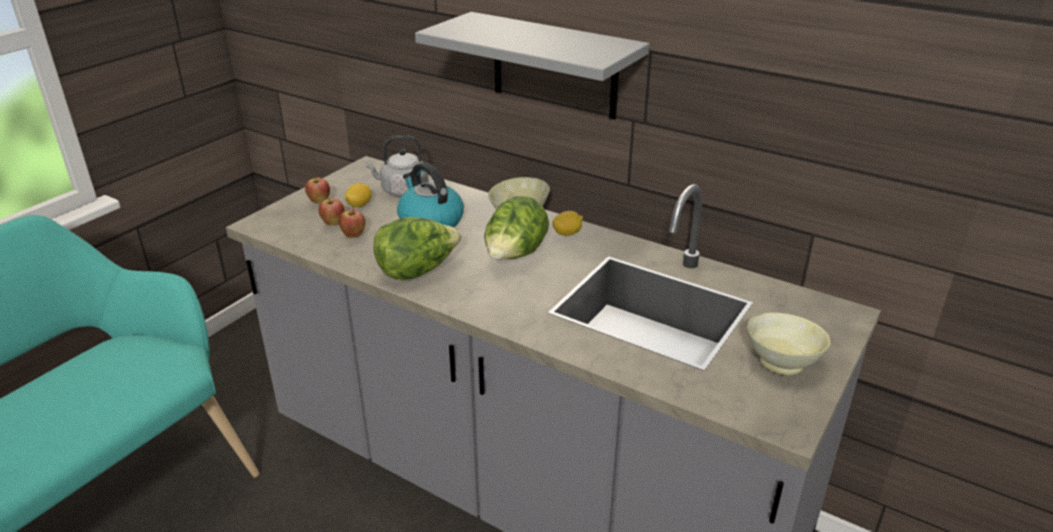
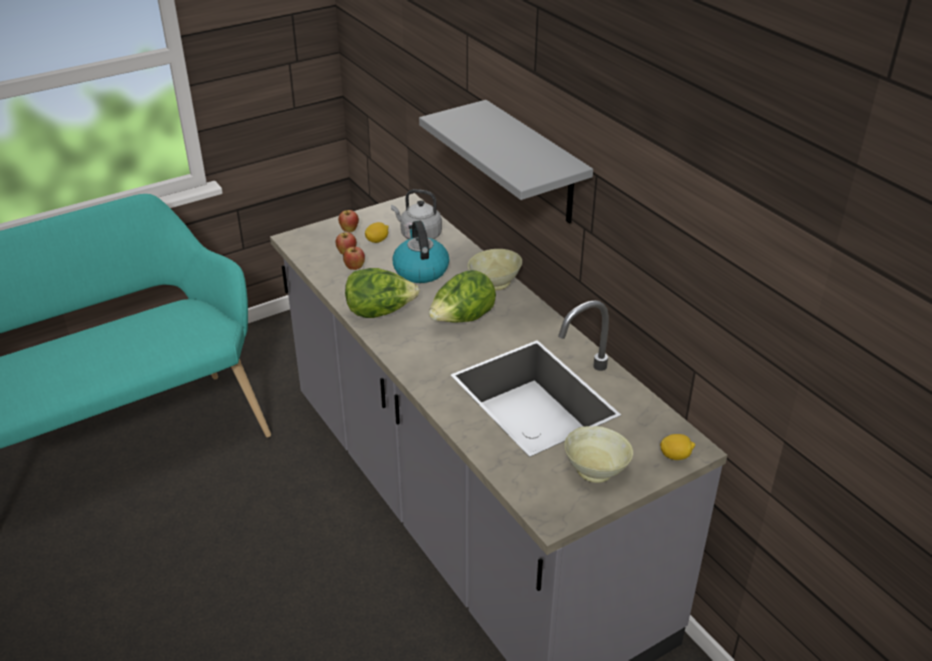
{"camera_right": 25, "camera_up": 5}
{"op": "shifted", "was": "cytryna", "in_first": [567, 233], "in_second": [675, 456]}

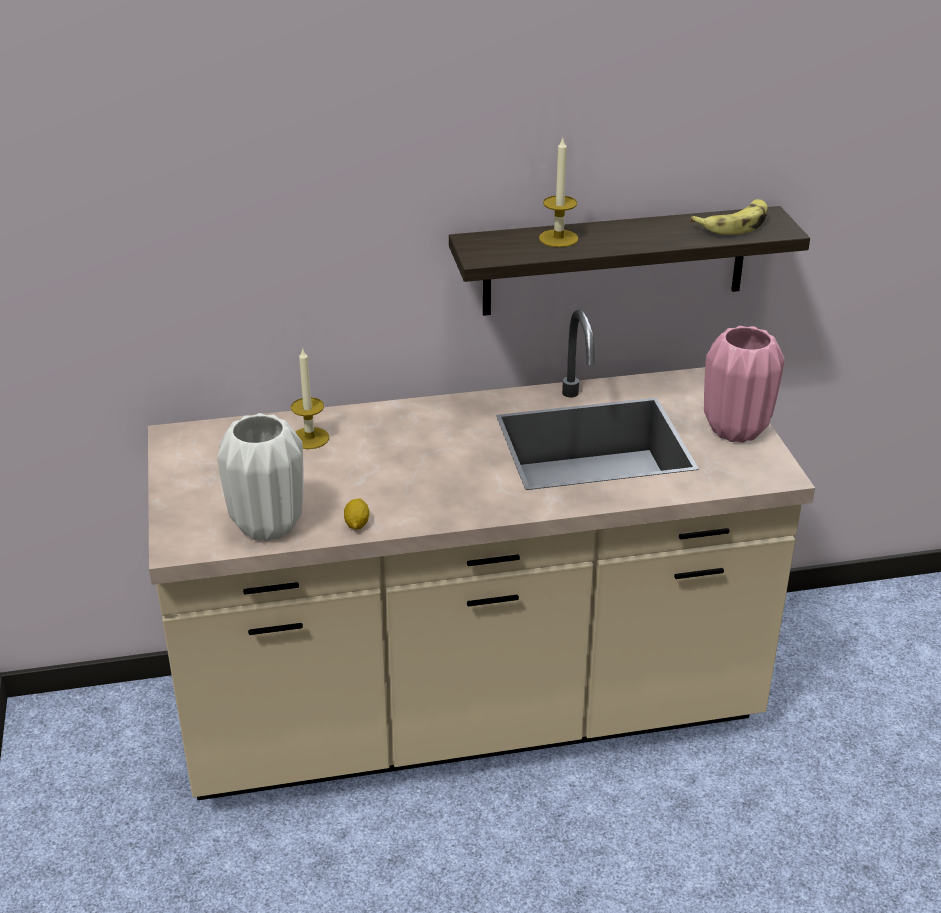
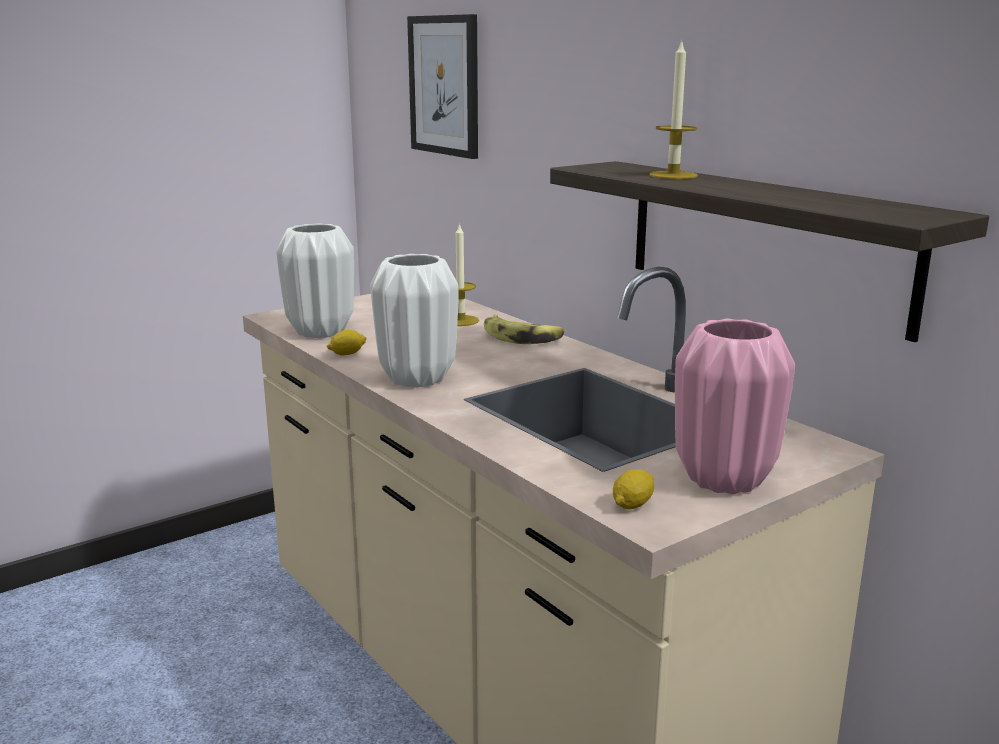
{"camera_right": 65, "camera_up": -15}
{"op": "shifted", "was": "banan", "in_first": [734, 224], "in_second": [522, 337]}
{"op": "new", "now": "obraz", "in_second": [444, 85]}
{"op": "new", "now": "wazon (biały)", "in_second": [417, 379]}
{"op": "new", "now": "cytryna", "in_second": [632, 504]}

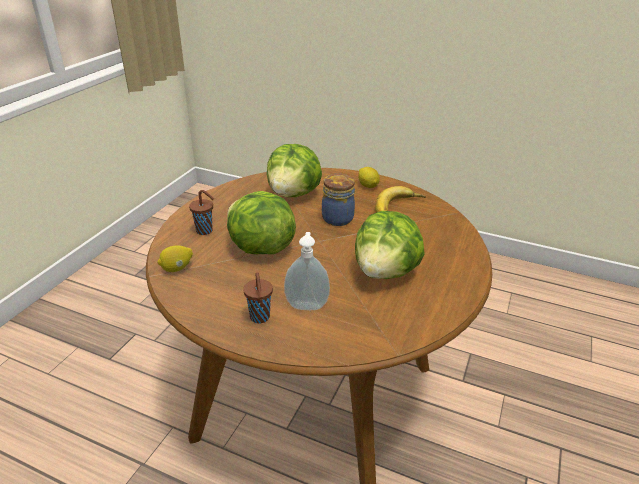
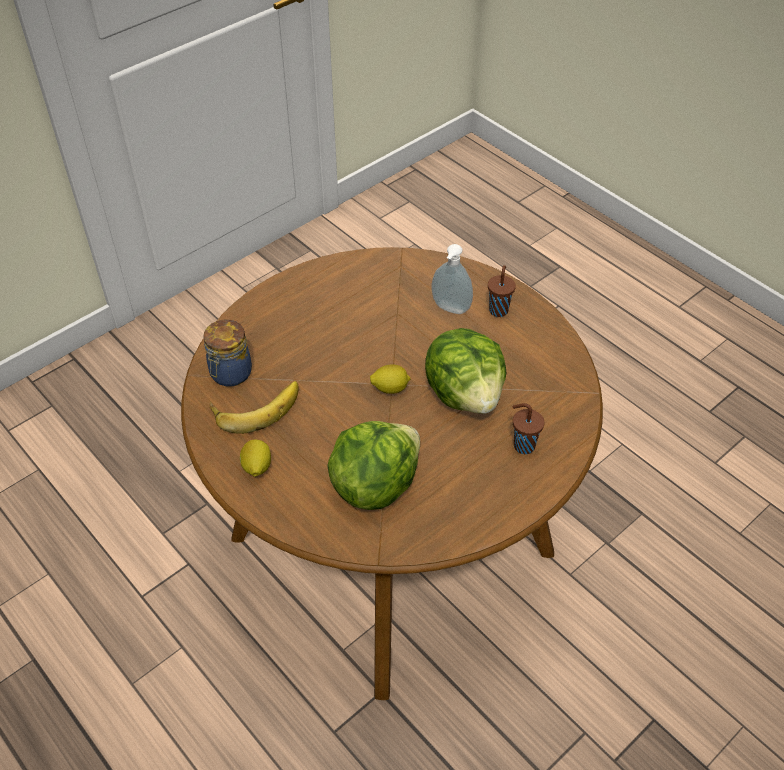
{"camera_right": -155, "camera_up": 15}
{"op": "shifted", "was": "słoik", "in_first": [337, 218], "in_second": [230, 374]}
{"op": "gone", "was": "sałata", "in_first": [386, 272]}
{"op": "shifted", "was": "cytryna", "in_first": [177, 268], "in_second": [390, 388]}

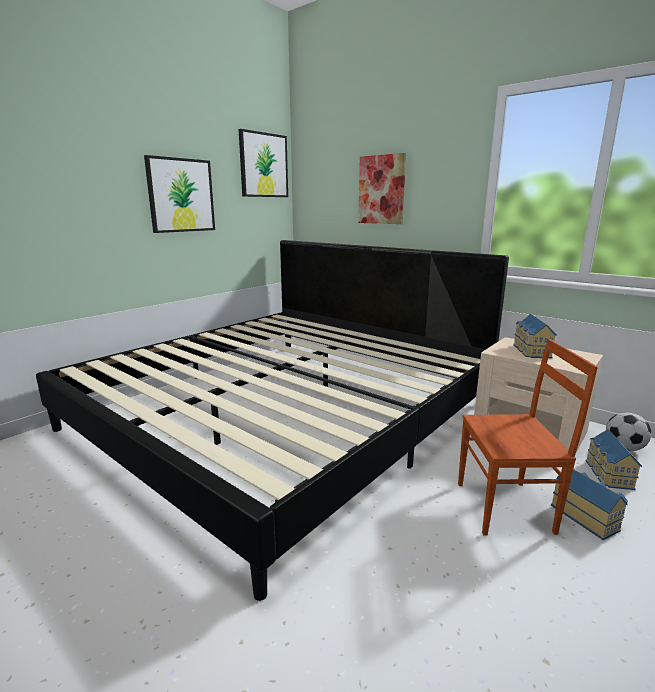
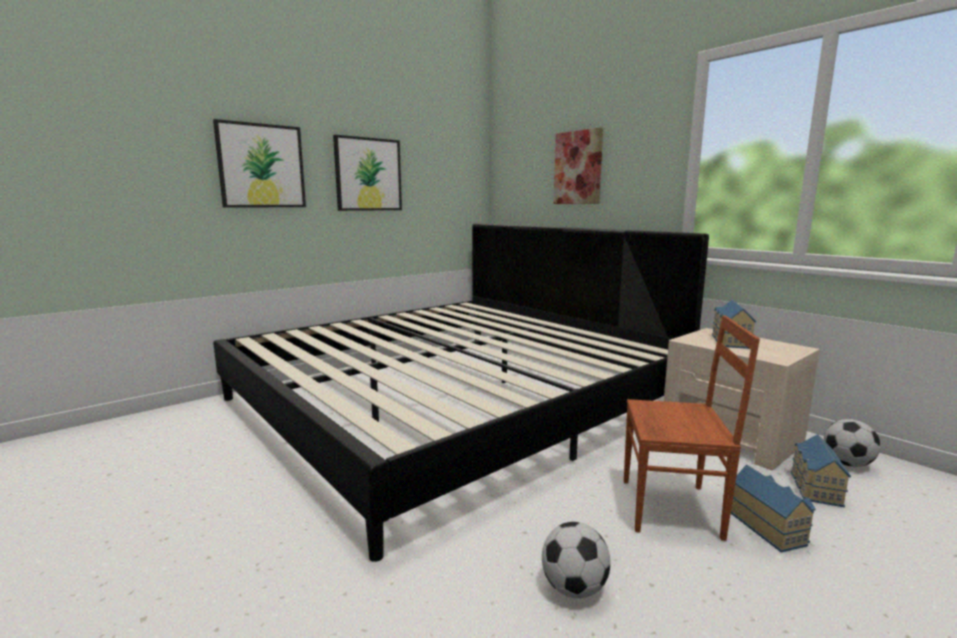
{"camera_right": 10, "camera_up": -5}
{"op": "shifted", "was": "obraz", "in_first": [263, 165], "in_second": [261, 166]}
{"op": "new", "now": "piłka futbolowa", "in_second": [574, 589]}

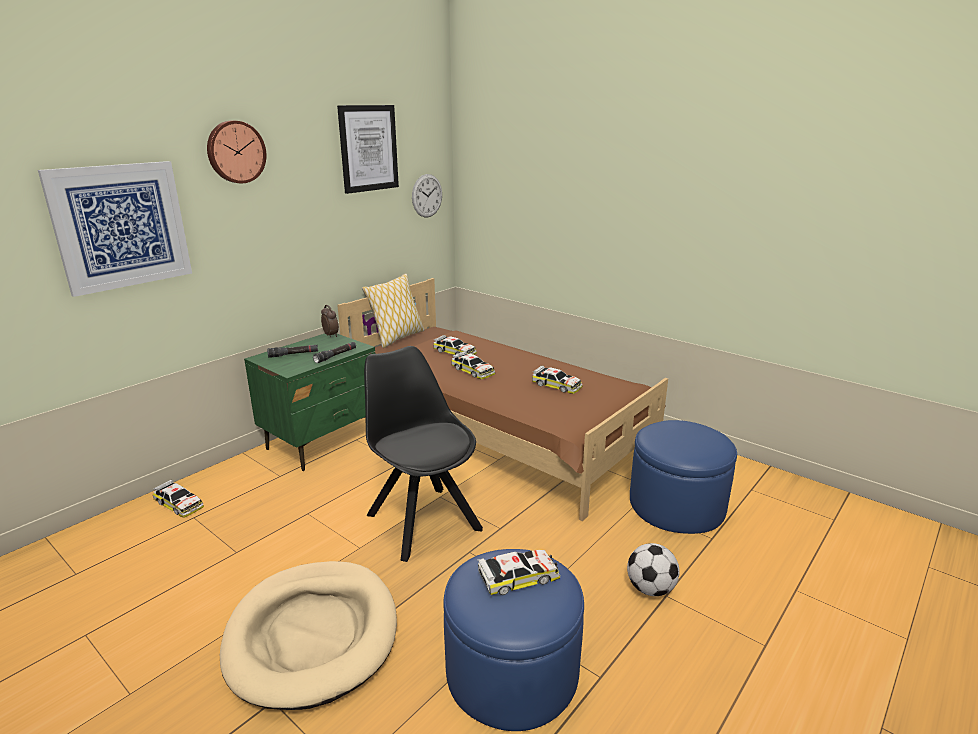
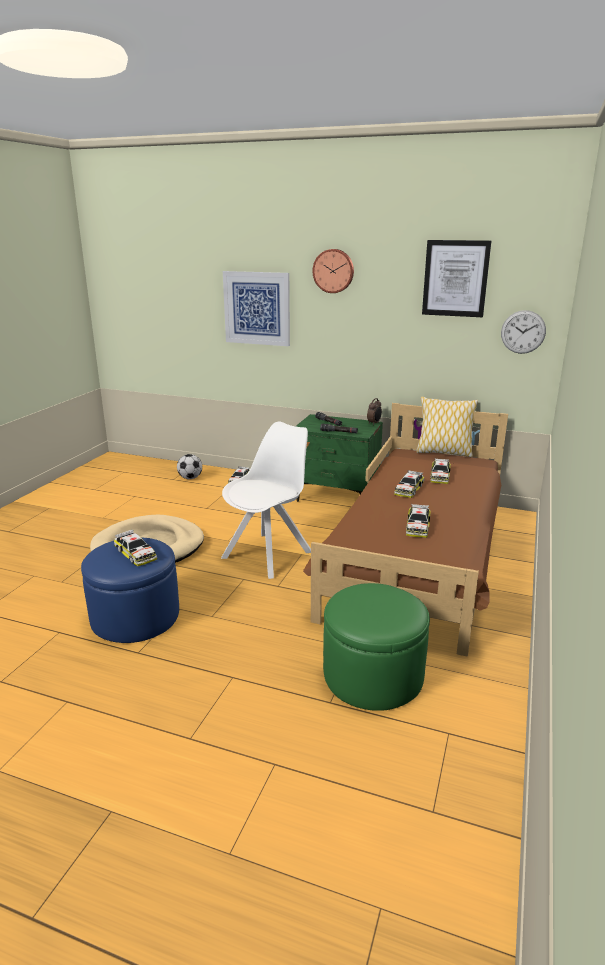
{"camera_right": 70, "camera_up": 0}
{"op": "repainted", "was": "krzesło (czarny)", "now": "krzesło (biały)", "in_first": [422, 520], "in_second": [269, 554]}
{"op": "repainted", "was": "pufa (niebieski)", "now": "pufa (zielony)", "in_first": [676, 505], "in_second": [373, 675]}
{"op": "shifted", "was": "piłka futbolowa", "in_first": [650, 589], "in_second": [190, 478]}

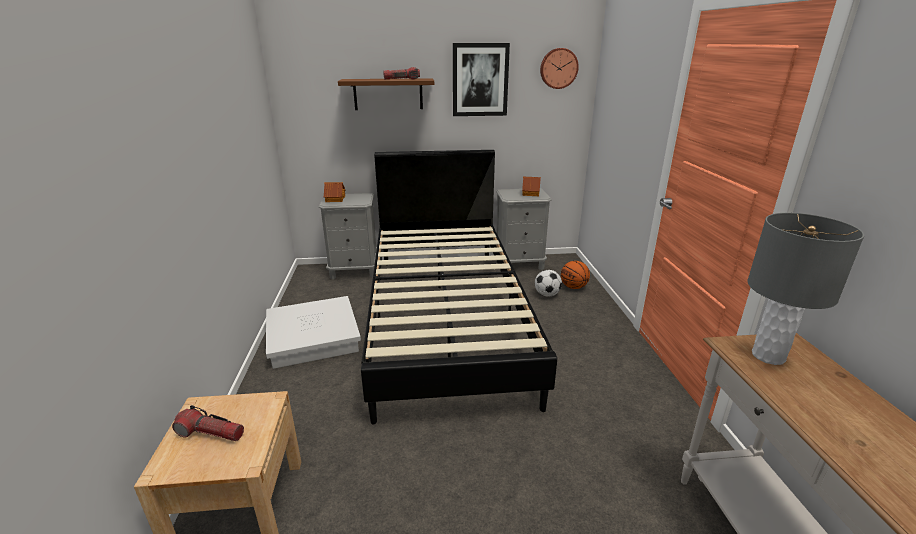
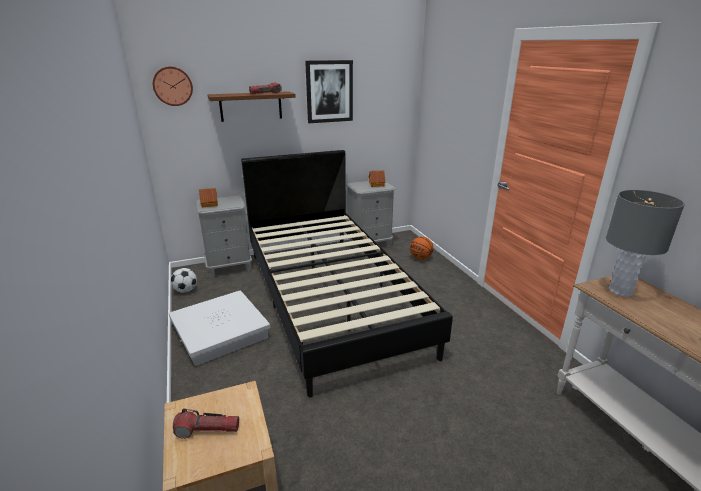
{"camera_right": -15, "camera_up": 0}
{"op": "shifted", "was": "zegar ścienny", "in_first": [558, 68], "in_second": [173, 86]}
{"op": "shifted", "was": "piłka futbolowa", "in_first": [547, 294], "in_second": [185, 290]}

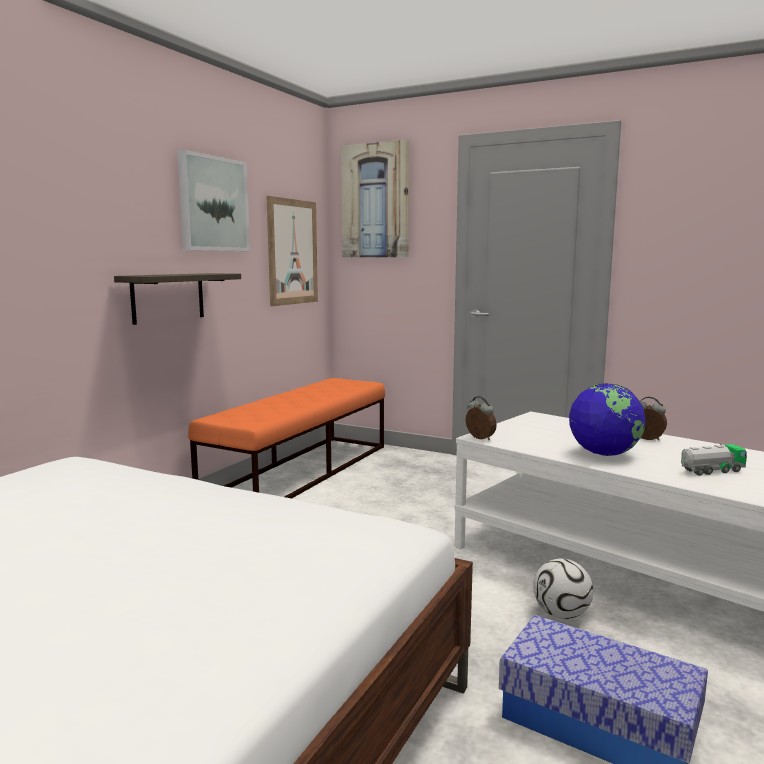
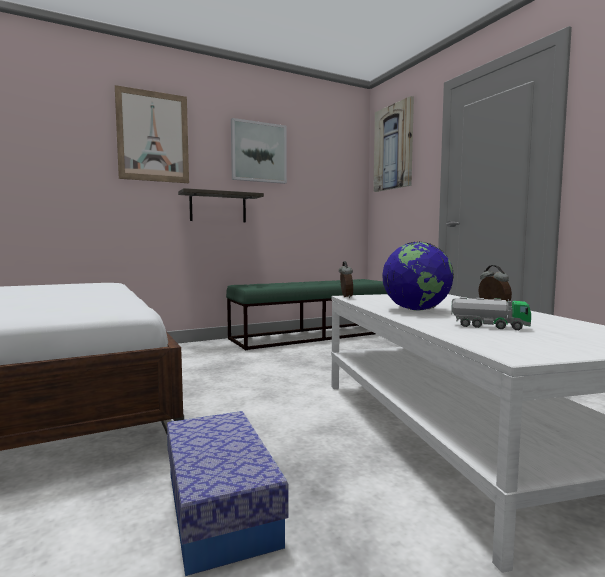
{"camera_right": 35, "camera_up": -5}
{"op": "shifted", "was": "obraz", "in_first": [292, 252], "in_second": [153, 137]}
{"op": "repainted", "was": "ławka (pomarańczowy)", "now": "ławka (zielony)", "in_first": [301, 471], "in_second": [312, 335]}
{"op": "gone", "was": "piłka futbolowa", "in_first": [561, 614]}

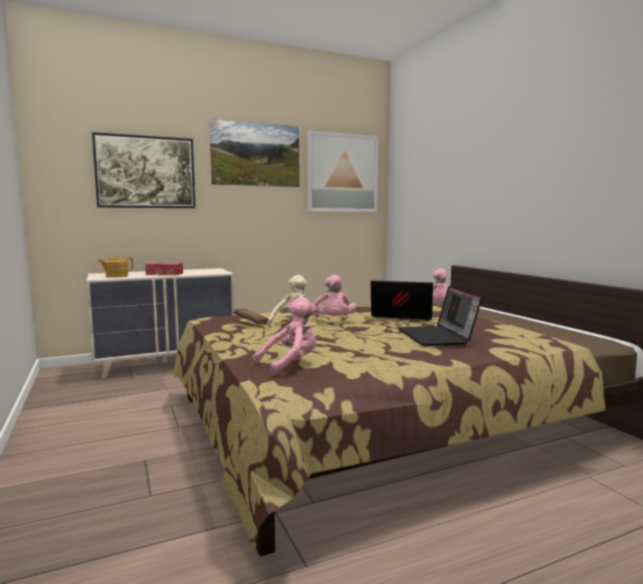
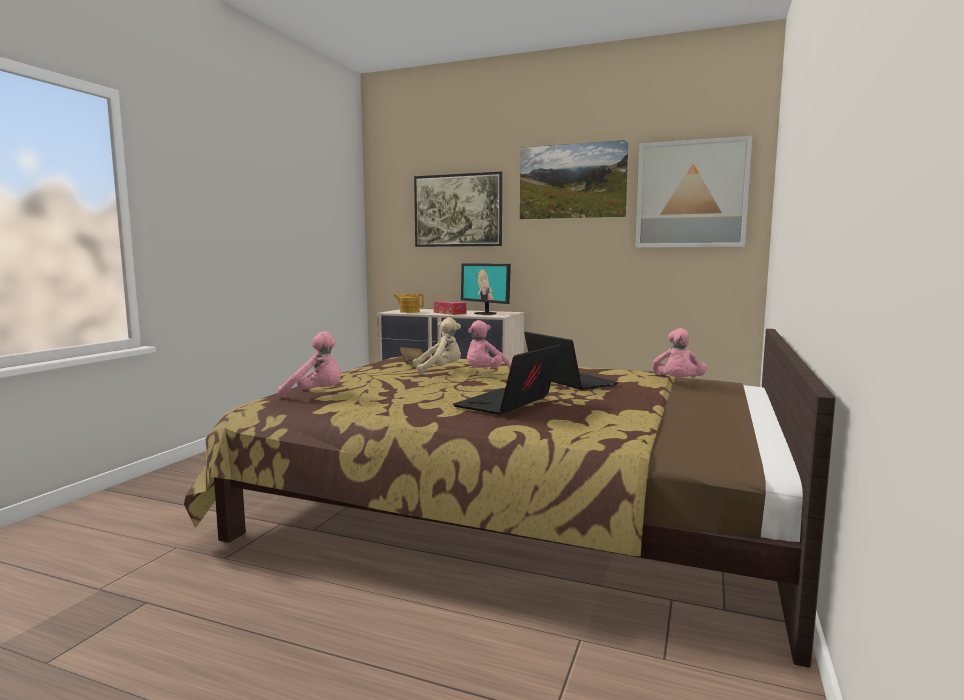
{"camera_right": 45, "camera_up": 0}
{"op": "new", "now": "monitor", "in_second": [485, 313]}

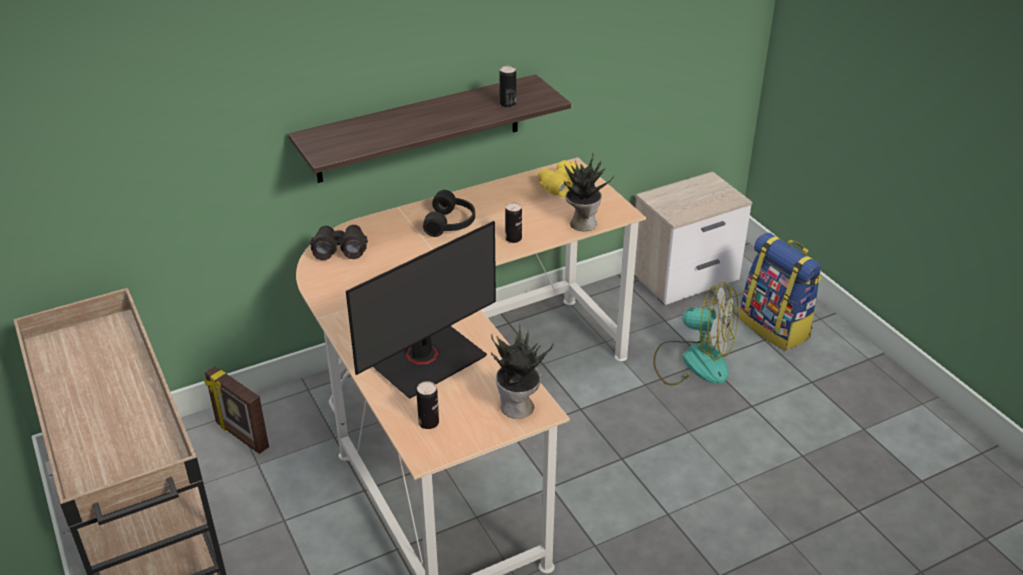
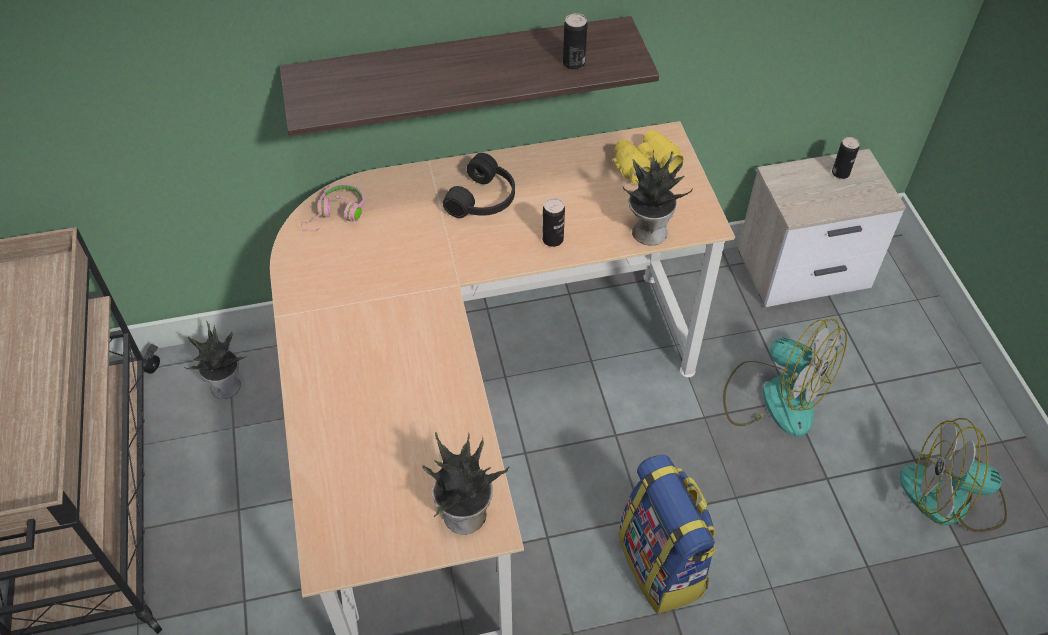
{"camera_right": 15, "camera_up": 15}
{"op": "gone", "was": "monitor", "in_first": [427, 360]}
{"op": "swapped", "was": "lornetka (czarny)", "now": "słuchawki (różowy)", "in_first": [339, 249], "in_second": [337, 214]}
{"op": "shifted", "was": "plecak", "in_first": [775, 327], "in_second": [663, 564]}
{"op": "swapped", "was": "ramka na zdjęcie", "now": "roślina doniczkowa", "in_first": [241, 436], "in_second": [227, 385]}
{"op": "shifted", "was": "puszka", "in_first": [428, 422], "in_second": [840, 173]}
{"op": "new", "now": "wentylator", "in_second": [951, 498]}

